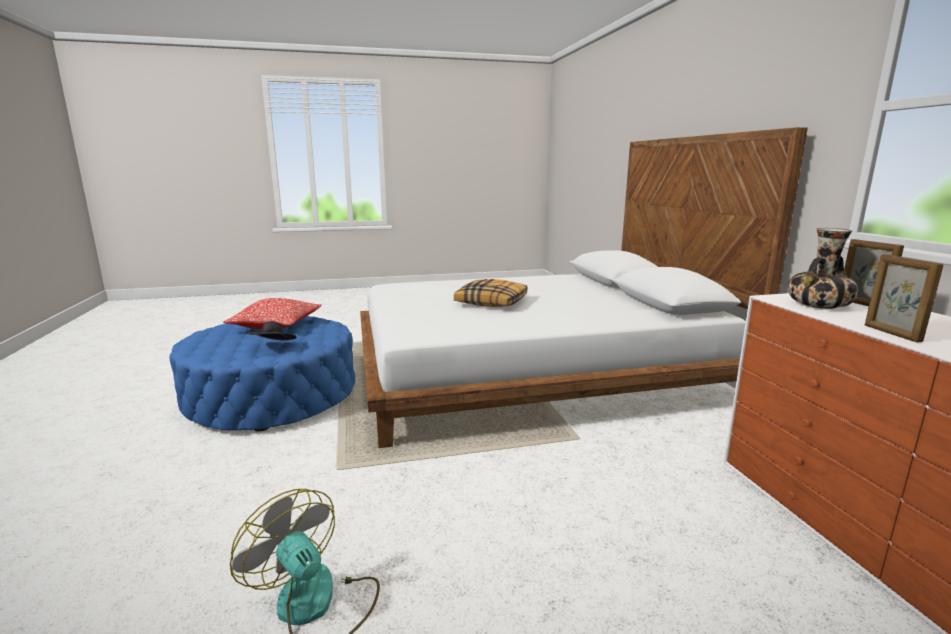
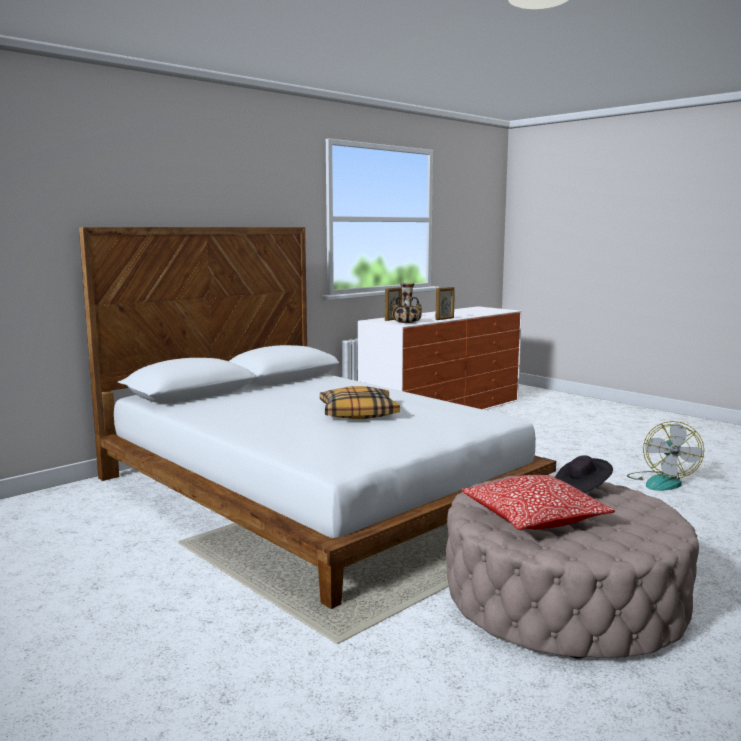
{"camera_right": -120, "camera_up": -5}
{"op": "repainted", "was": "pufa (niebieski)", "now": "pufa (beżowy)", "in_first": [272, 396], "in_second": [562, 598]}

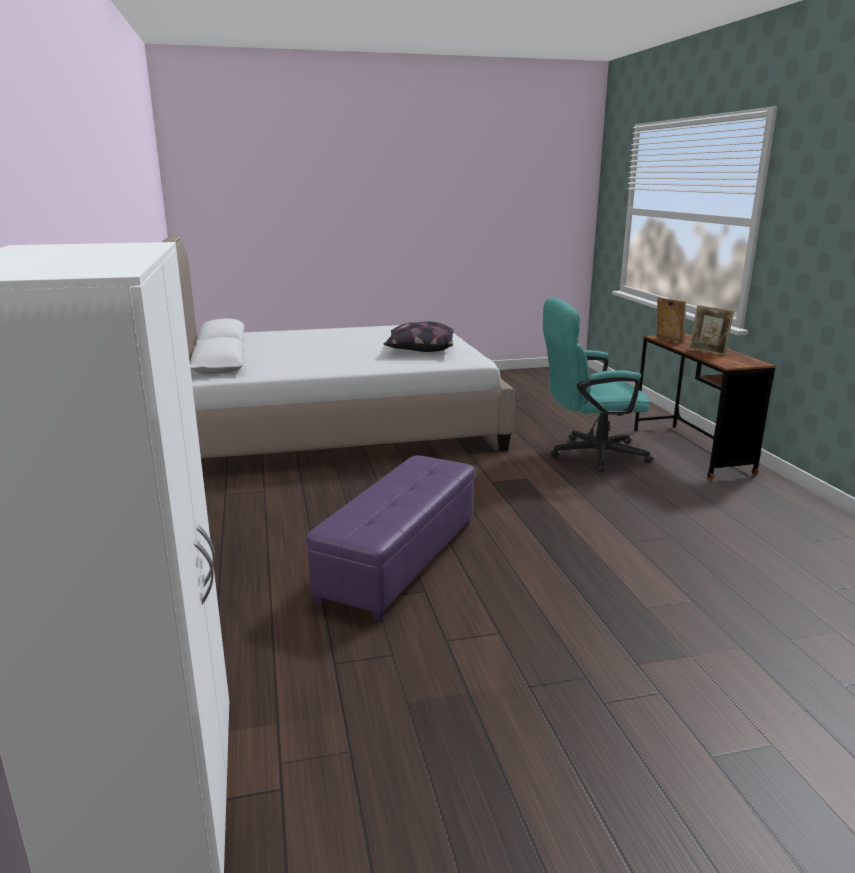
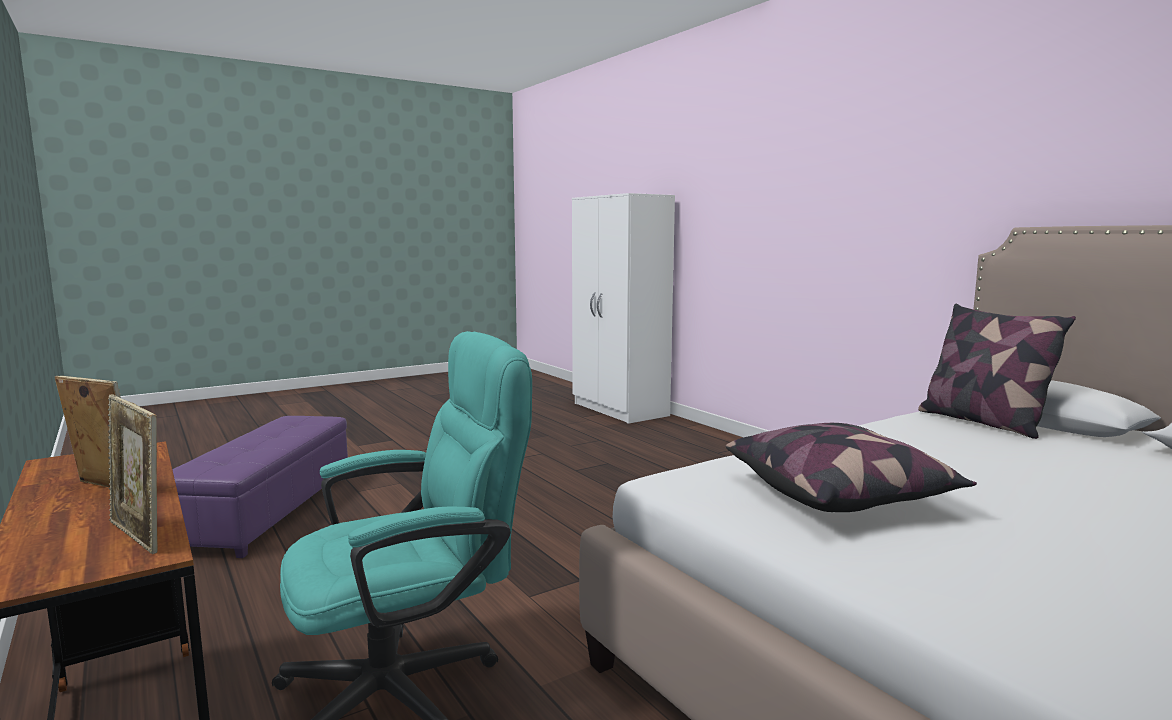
{"camera_right": 160, "camera_up": -10}
{"op": "shifted", "was": "pufa (fioletowy)", "in_first": [399, 559], "in_second": [270, 511]}
{"op": "new", "now": "poduszka", "in_second": [982, 422]}

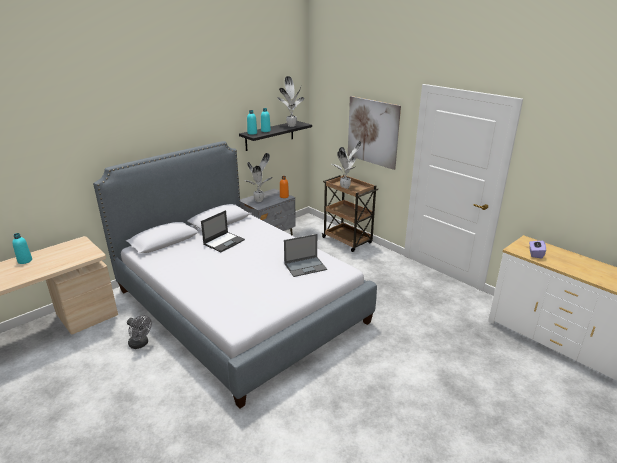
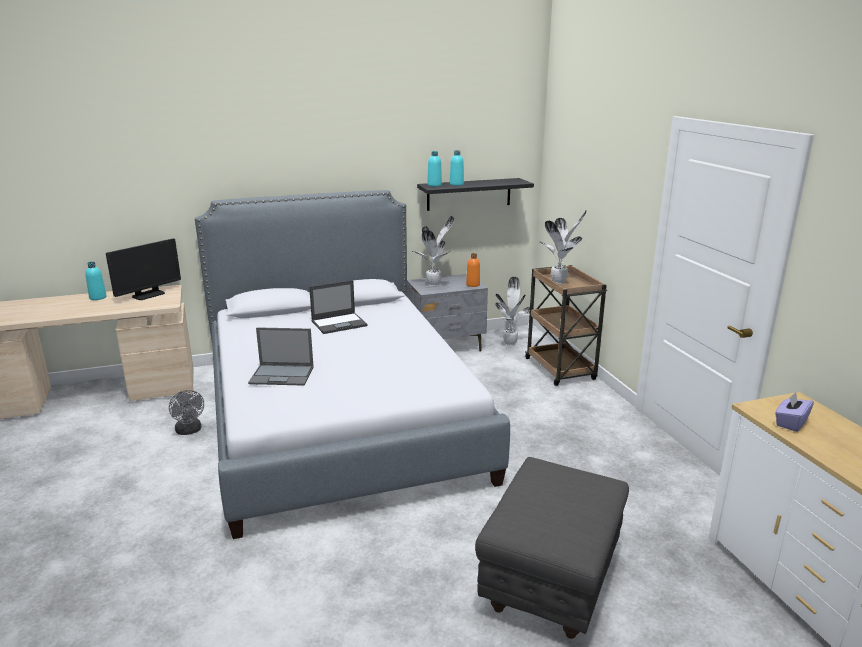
{"camera_right": 25, "camera_up": -5}
{"op": "shifted", "was": "roślina doniczkowa", "in_first": [291, 125], "in_second": [510, 343]}
{"op": "gone", "was": "obraz", "in_first": [373, 132]}
{"op": "shifted", "was": "laptop", "in_first": [305, 266], "in_second": [282, 375]}
{"op": "new", "now": "monitor", "in_second": [148, 295]}
{"op": "new", "now": "pufa (szary)", "in_second": [551, 584]}

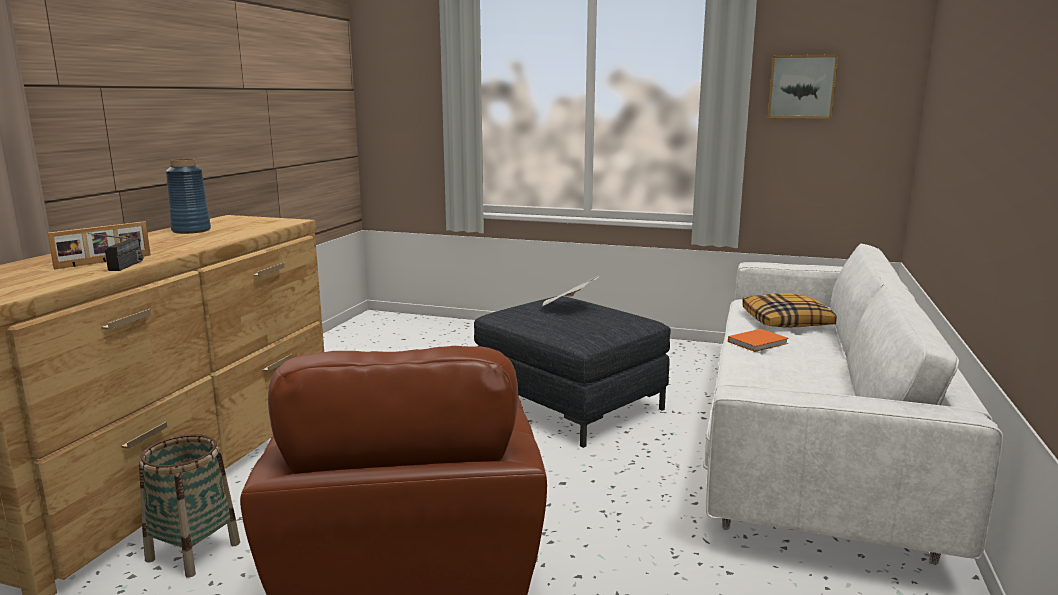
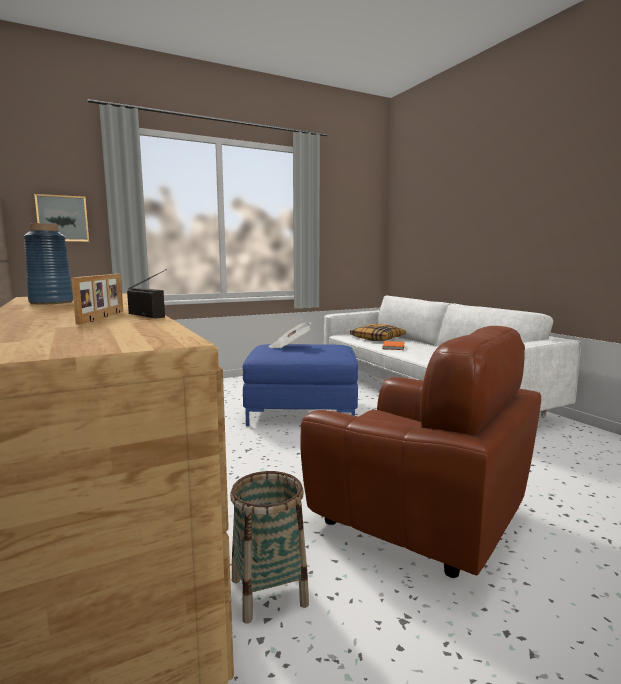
{"camera_right": -45, "camera_up": -5}
{"op": "shifted", "was": "obraz", "in_first": [801, 87], "in_second": [62, 218]}
{"op": "repainted", "was": "pufa (szary)", "now": "pufa (niebieski)", "in_first": [570, 404], "in_second": [302, 411]}

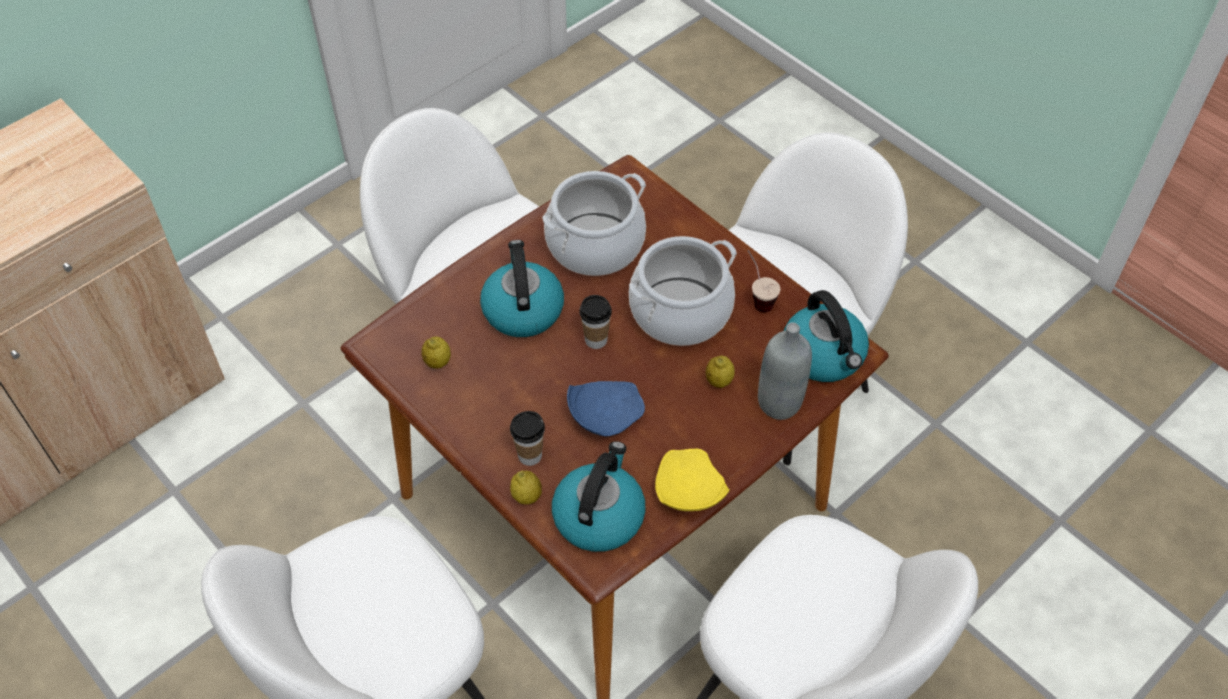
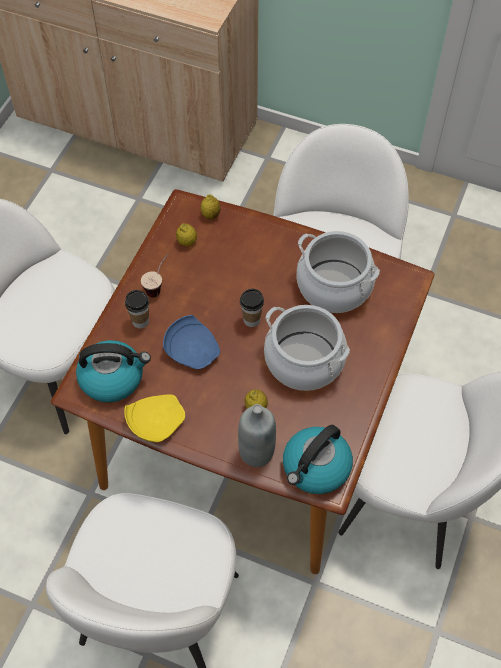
{"camera_right": 65, "camera_up": 5}
{"op": "gone", "was": "czajnik", "in_first": [522, 309]}
{"op": "shifted", "was": "filiżanka", "in_first": [757, 297], "in_second": [158, 286]}
{"op": "shifted", "was": "cytryna", "in_first": [526, 496], "in_second": [211, 215]}

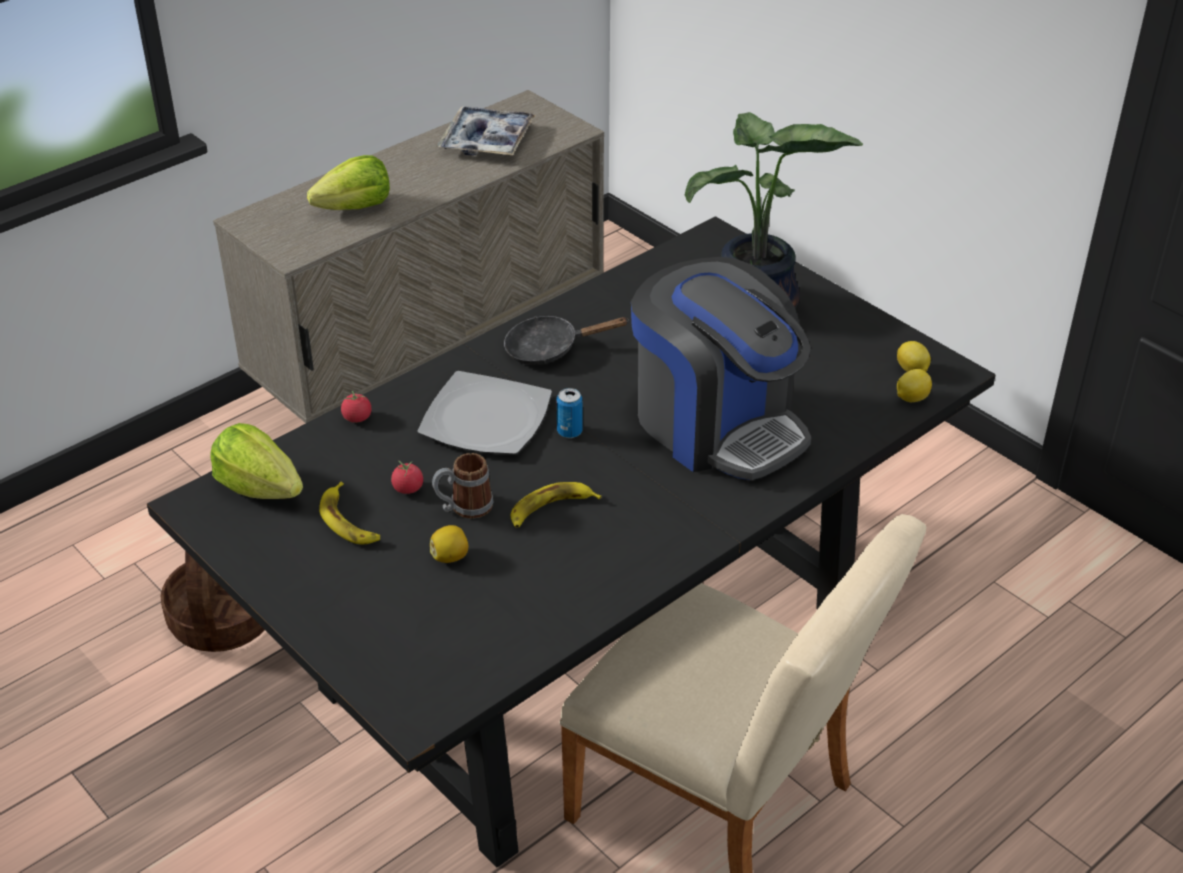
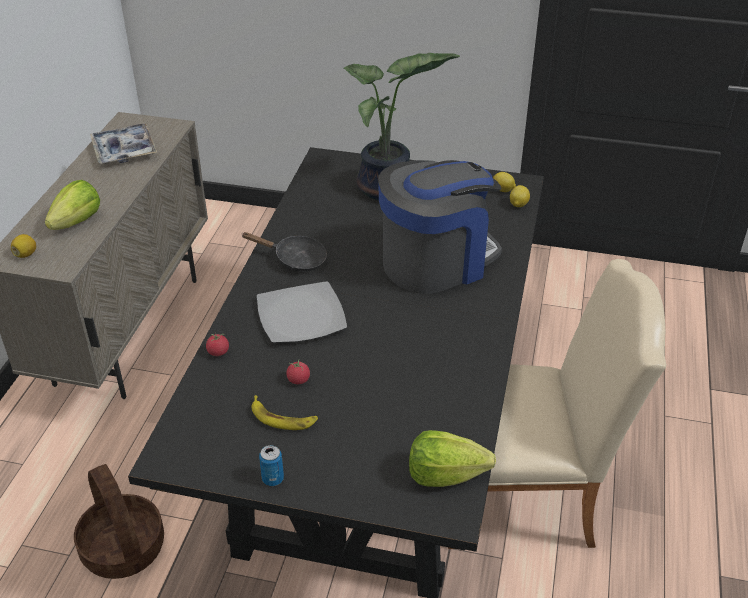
{"camera_right": -35, "camera_up": 0}
{"op": "rotated", "was": "ekspres do kawy", "in_first": [717, 425], "in_second": [436, 261], "clockwise": -45}
{"op": "rotated", "was": "patelnia (czarny)", "in_first": [549, 349], "in_second": [295, 259], "clockwise": -120}
{"op": "shifted", "was": "puszka", "in_first": [569, 432], "in_second": [273, 479]}
{"op": "shifted", "was": "sałata", "in_first": [259, 487], "in_second": [445, 475]}
{"op": "gone", "was": "kubek", "in_first": [464, 507]}
{"op": "gone", "was": "banan", "in_first": [550, 509]}
{"op": "shifted", "was": "cytryna", "in_first": [450, 556], "in_second": [26, 254]}

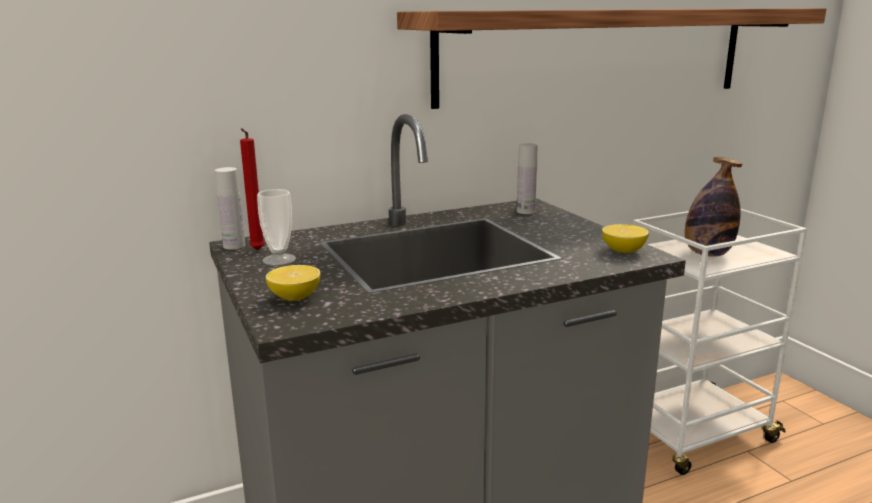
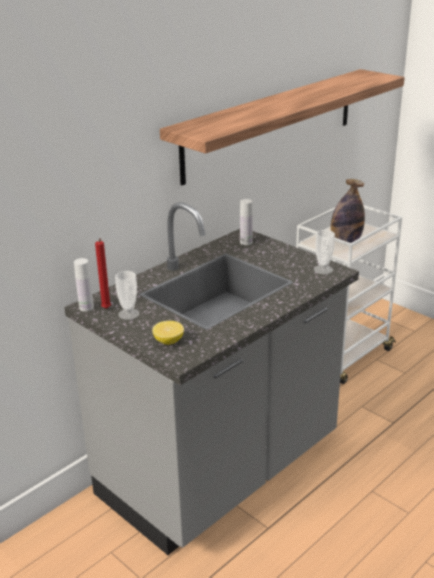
{"camera_right": -20, "camera_up": 10}
{"op": "swapped", "was": "cytryna", "now": "filiżanka", "in_first": [623, 251], "in_second": [323, 269]}

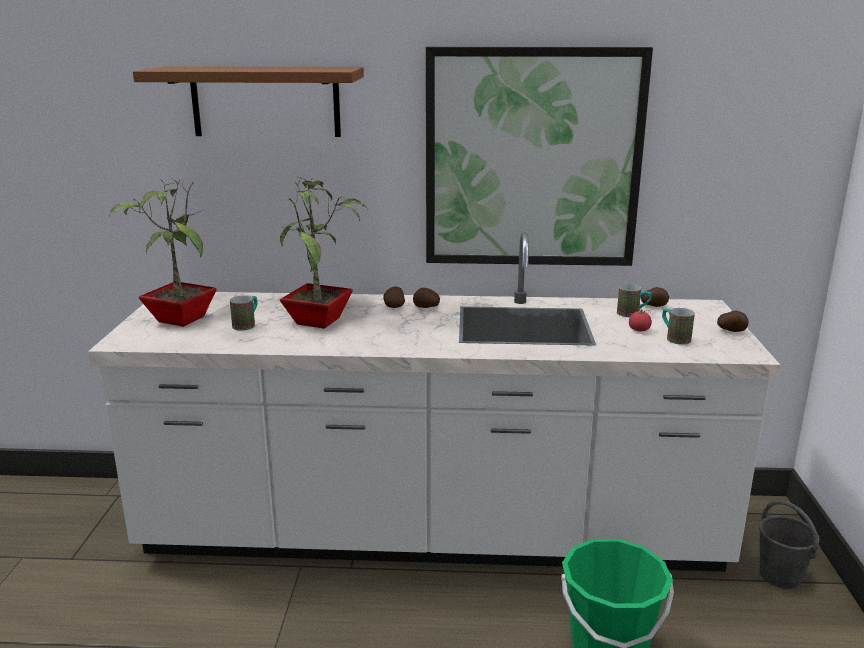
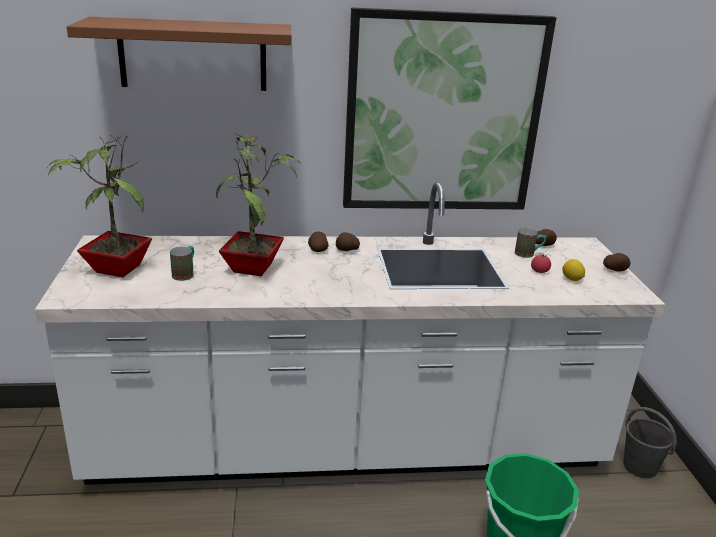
{"camera_right": -10, "camera_up": 5}
{"op": "swapped", "was": "kubek", "now": "cytryna", "in_first": [674, 338], "in_second": [571, 279]}

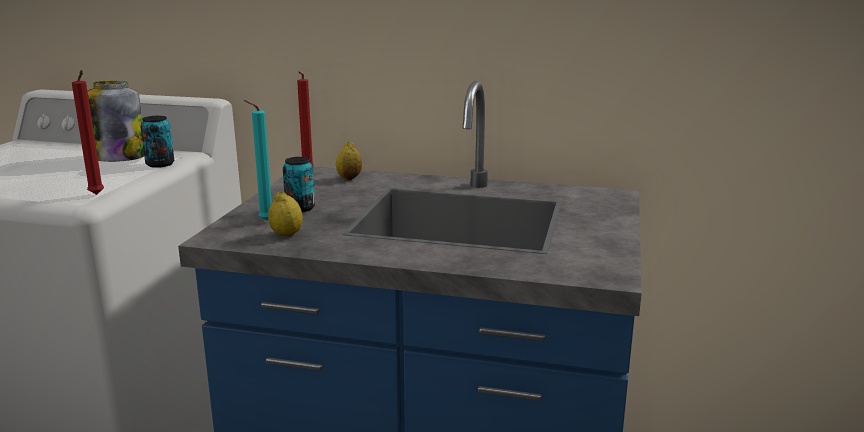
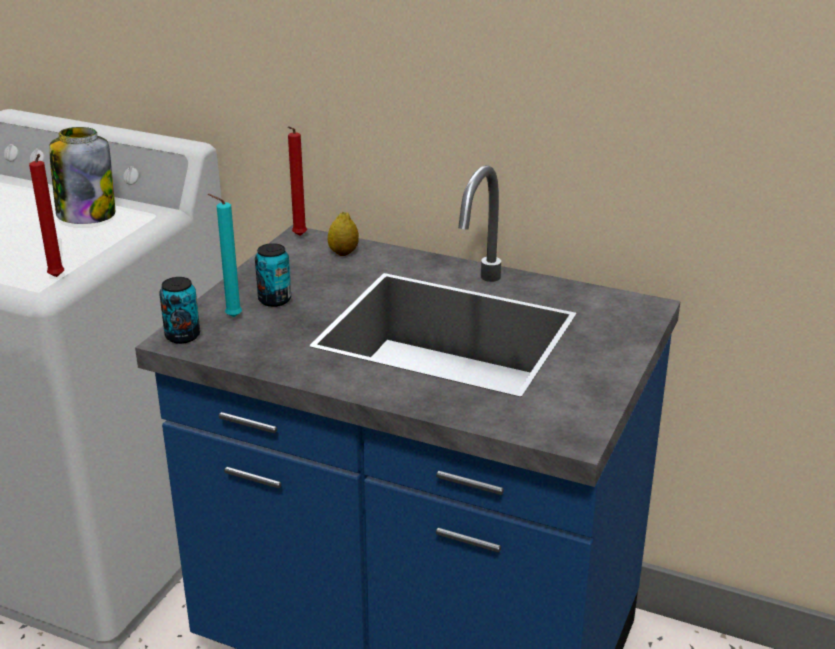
{"camera_right": 10, "camera_up": 10}
{"op": "shifted", "was": "puszka", "in_first": [160, 164], "in_second": [182, 336]}
{"op": "gone", "was": "cytryna", "in_first": [286, 234]}

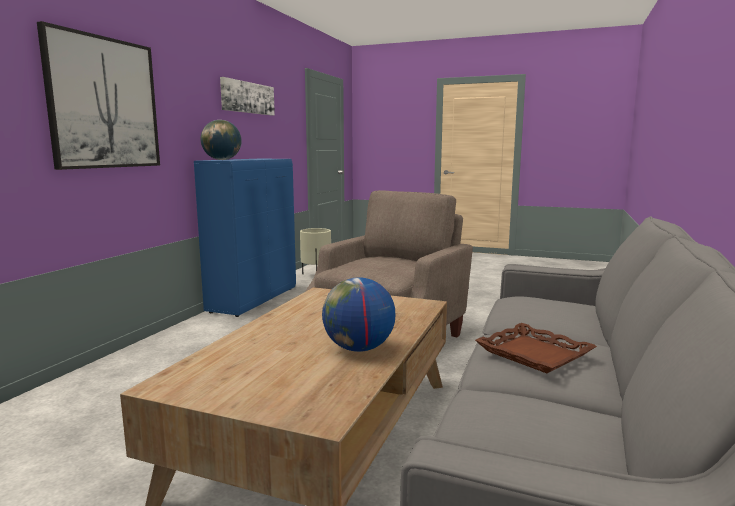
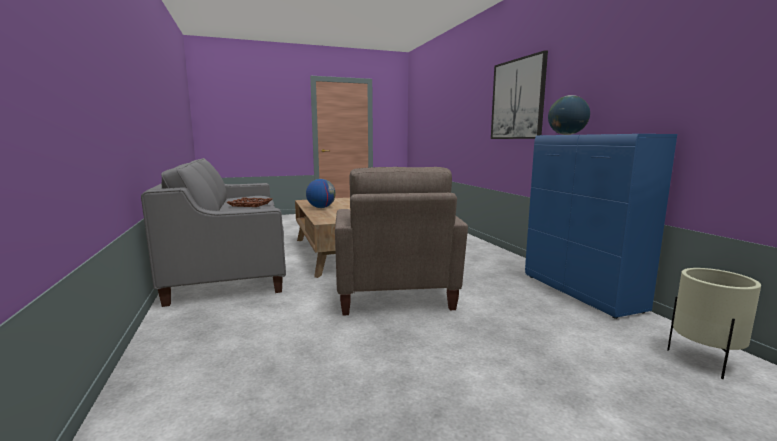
{"camera_right": 140, "camera_up": 0}
{"op": "gone", "was": "obraz", "in_first": [247, 97]}

